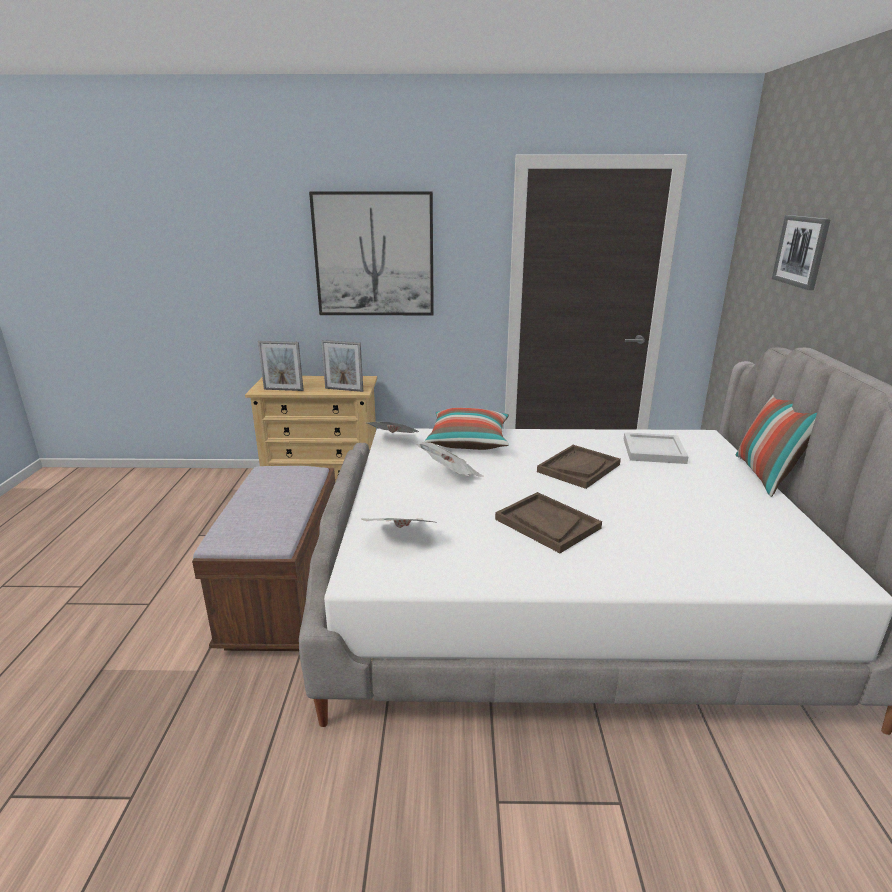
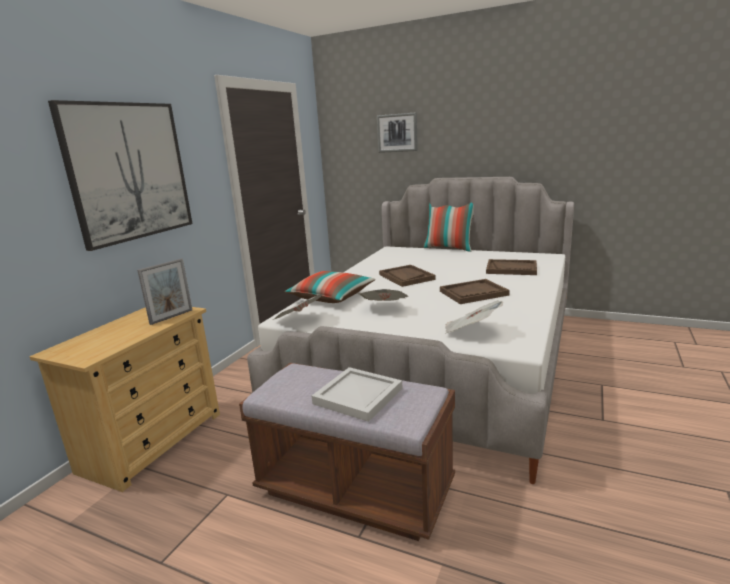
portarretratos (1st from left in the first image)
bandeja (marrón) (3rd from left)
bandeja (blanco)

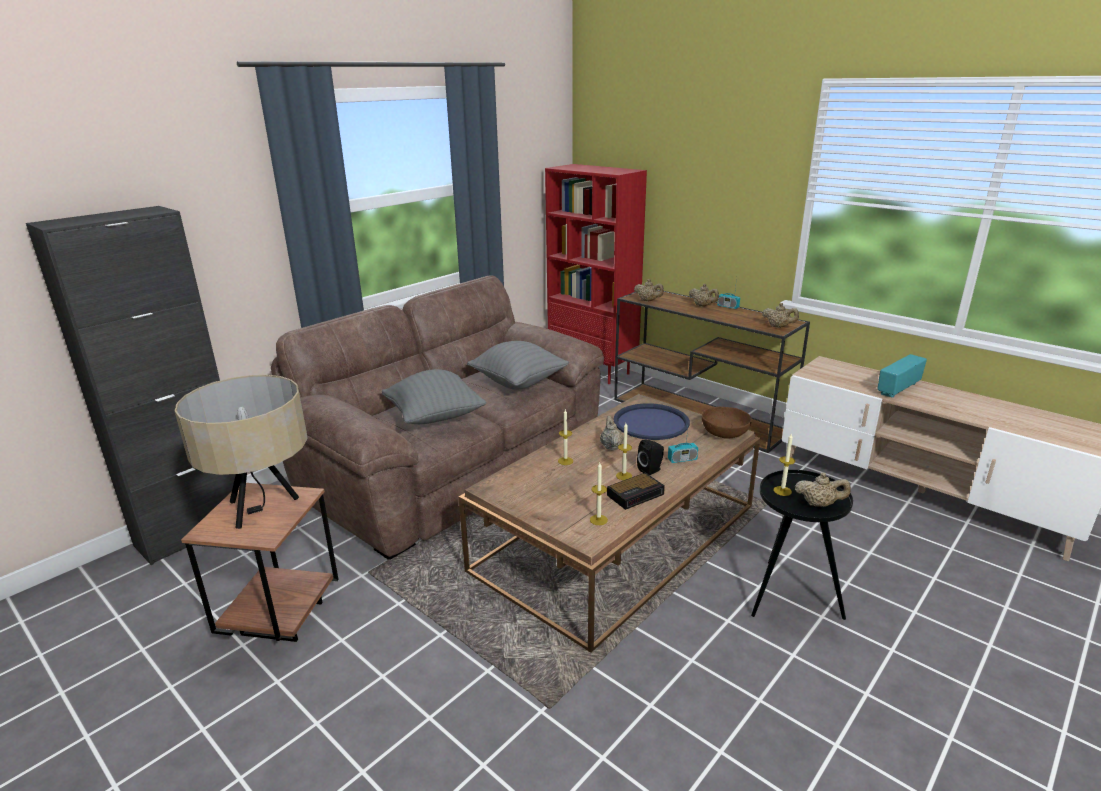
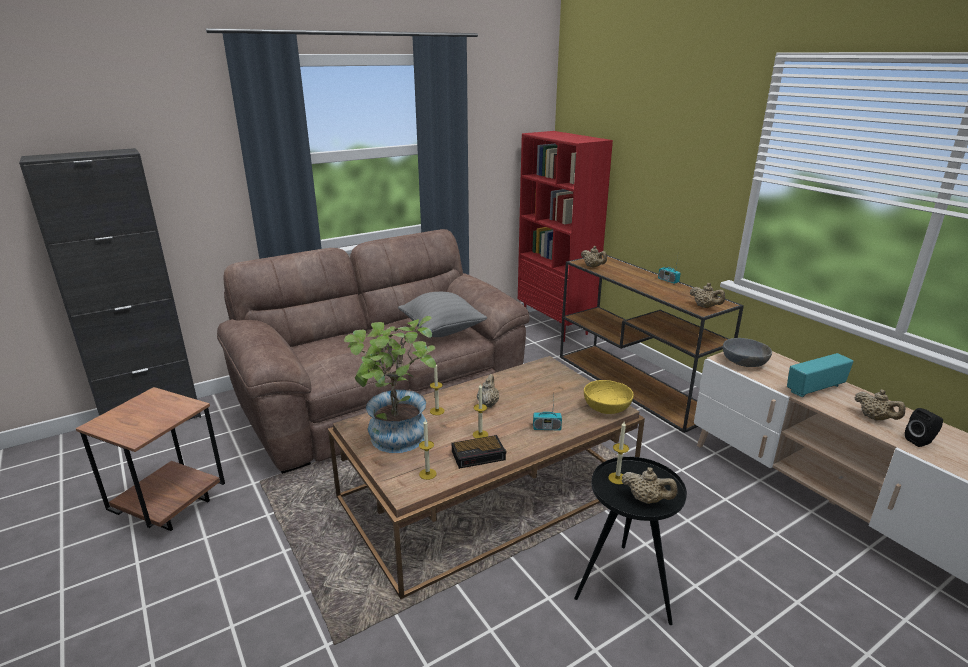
lámpara de mesa (beis)
cojín (gris) (1st from left in the first image)
bandeja (azul)
planta en maceta
cuenco (gris)
altavoz (negro)
tetera (beis) (5th from left)
cuenco (amarillo)

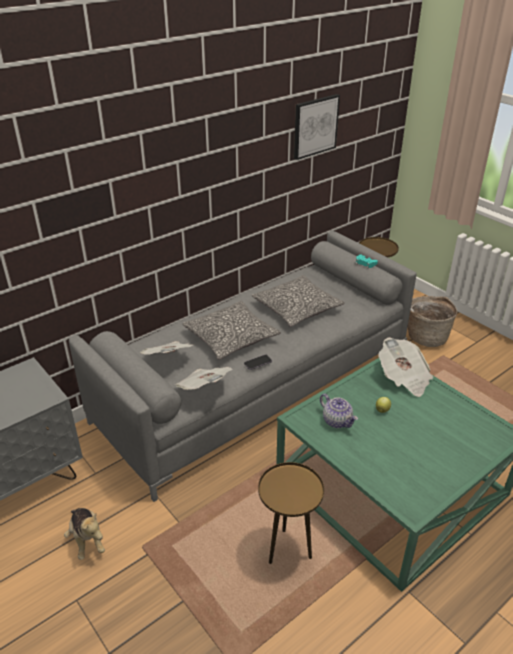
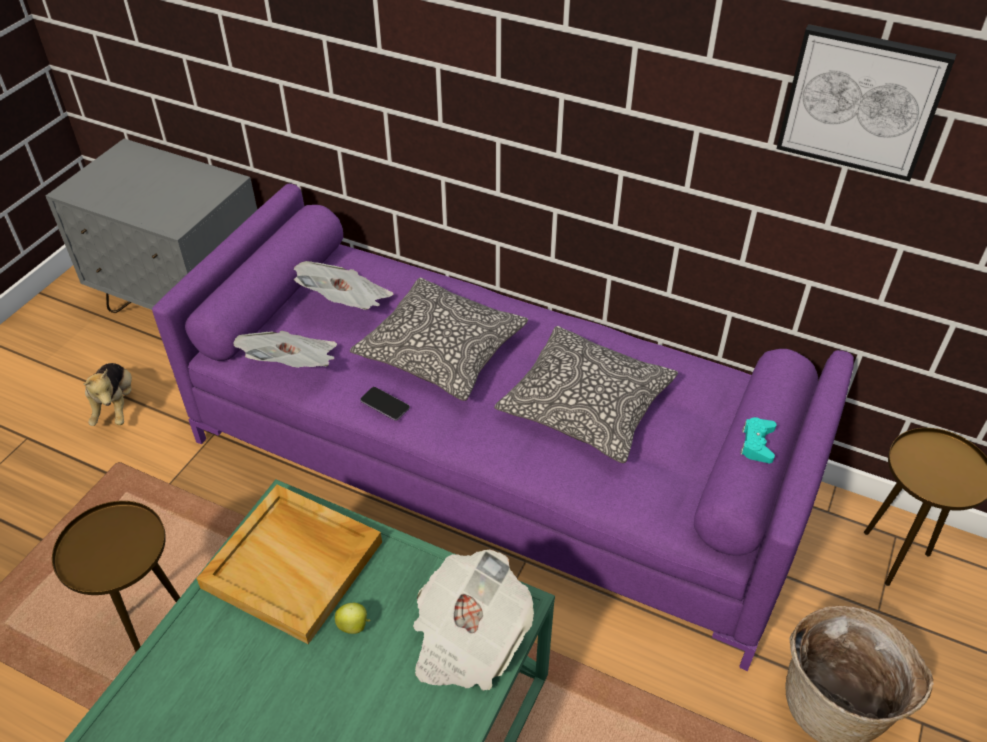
bandeja (beis)
sofá (morado)
peluche

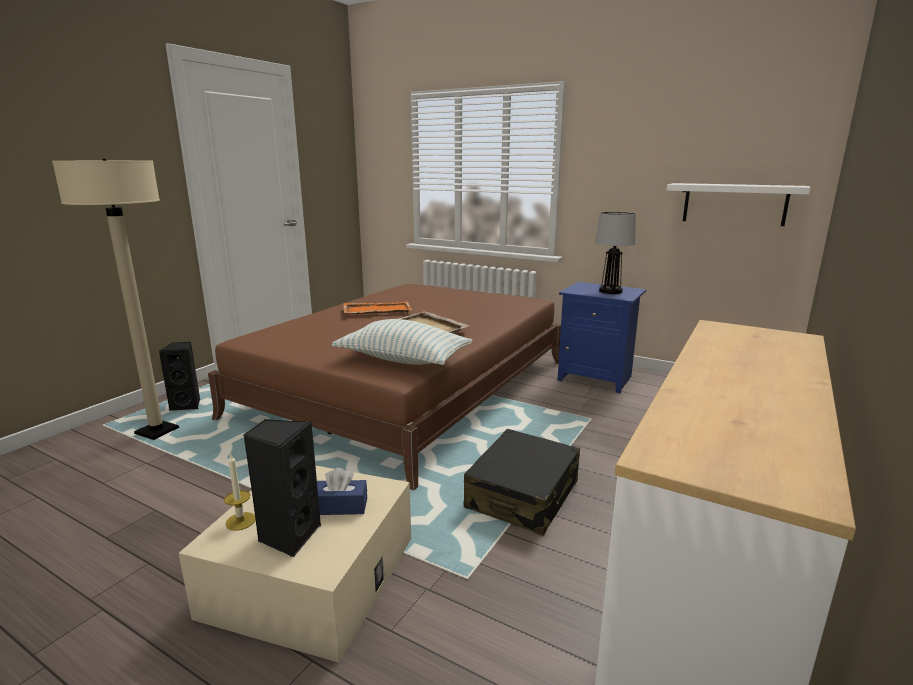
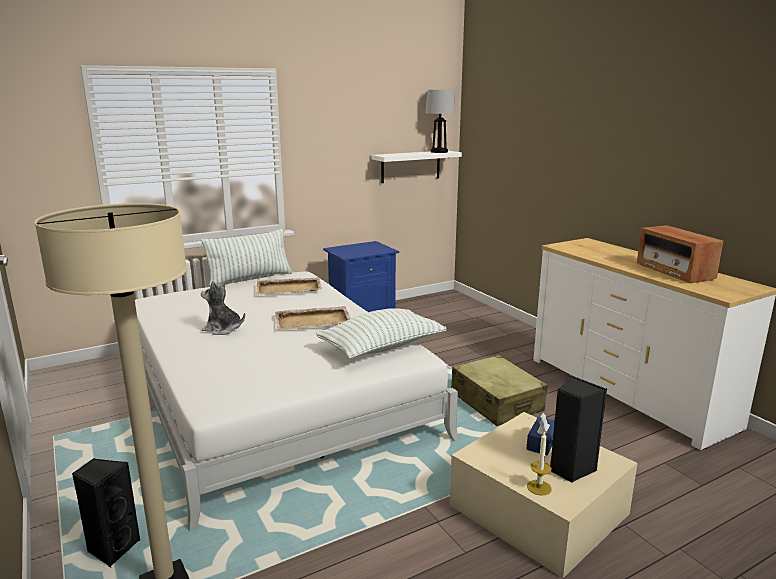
cojín (1st from left)
bandeja (beis) (1st from left)
radio
lámpara de mesa
peluche
cama (blanco)
maleta (beis)

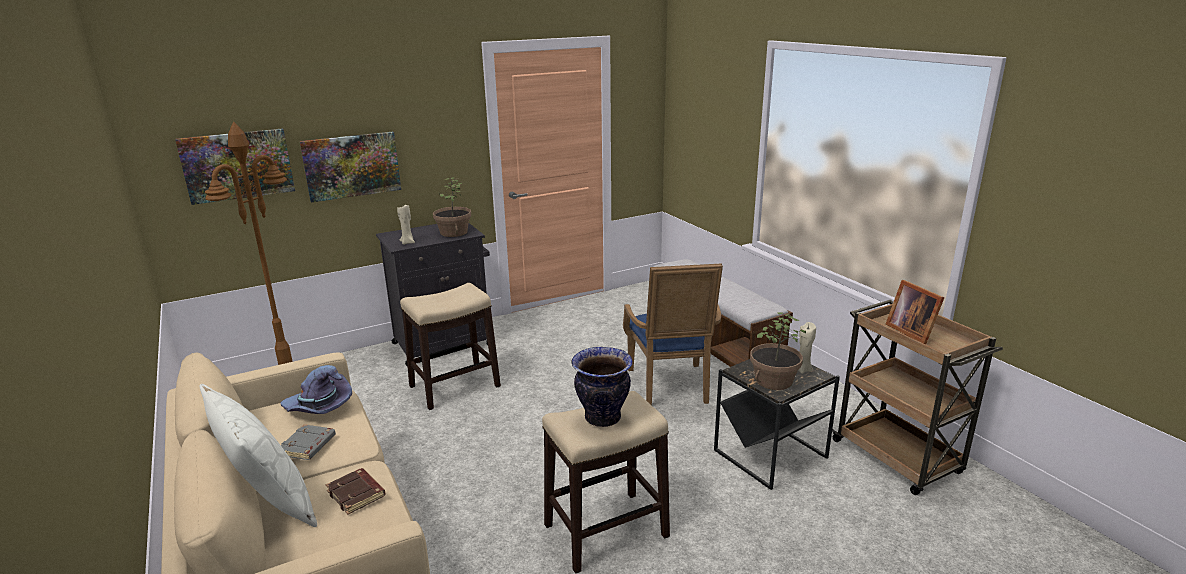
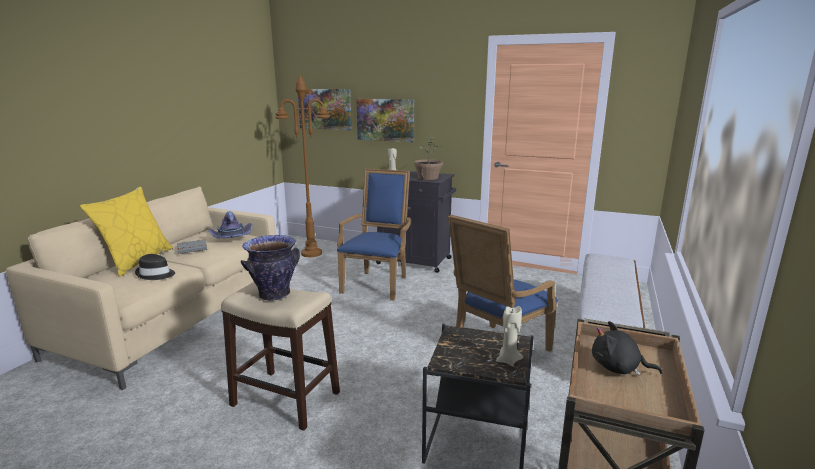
planta en maceta (2nd from left in the first image)
sombrero (negro)
sillón (azul) (1st from left)
peluche (negro)
cojín (amarillo)

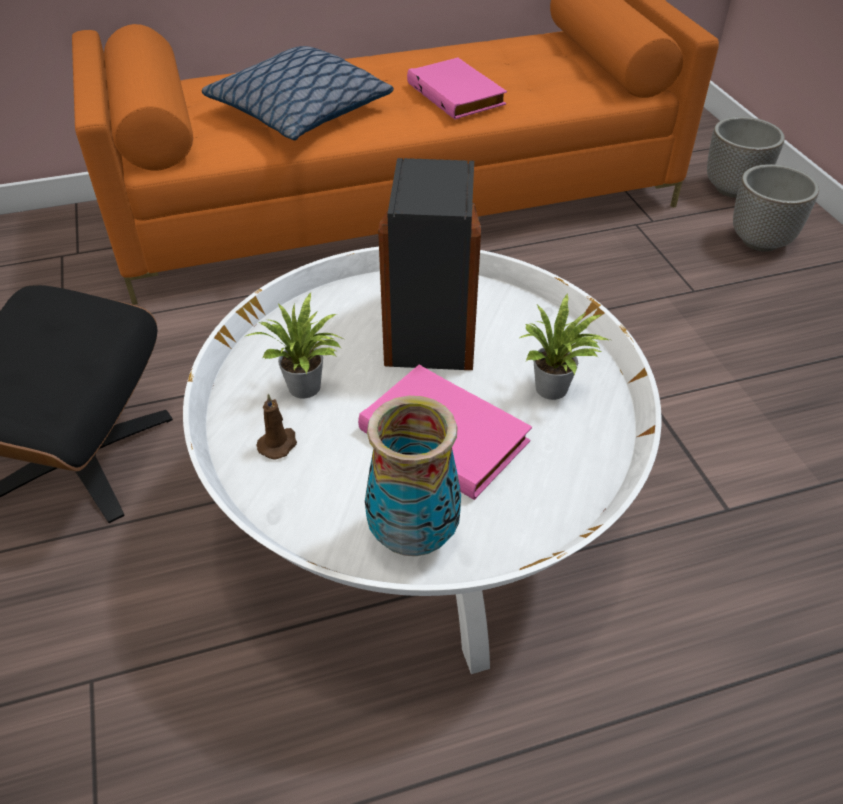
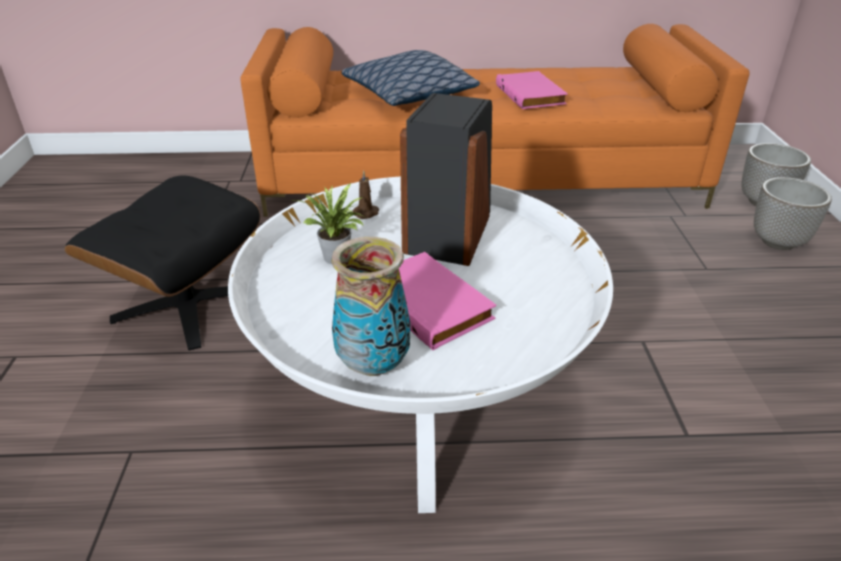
planta en maceta (2nd from left in the first image)
vela (marrón)

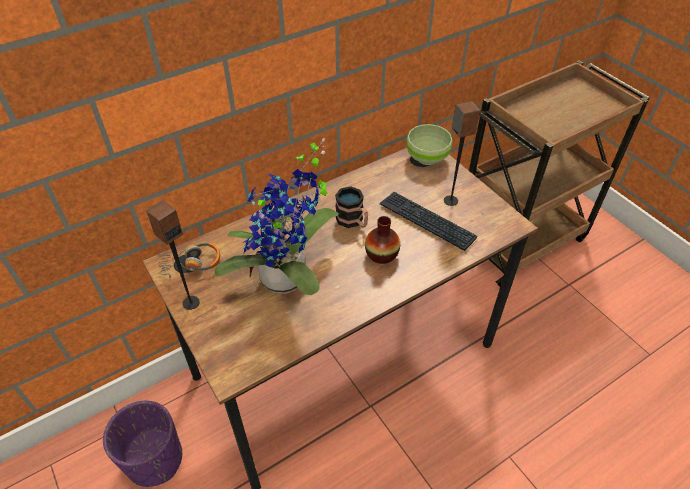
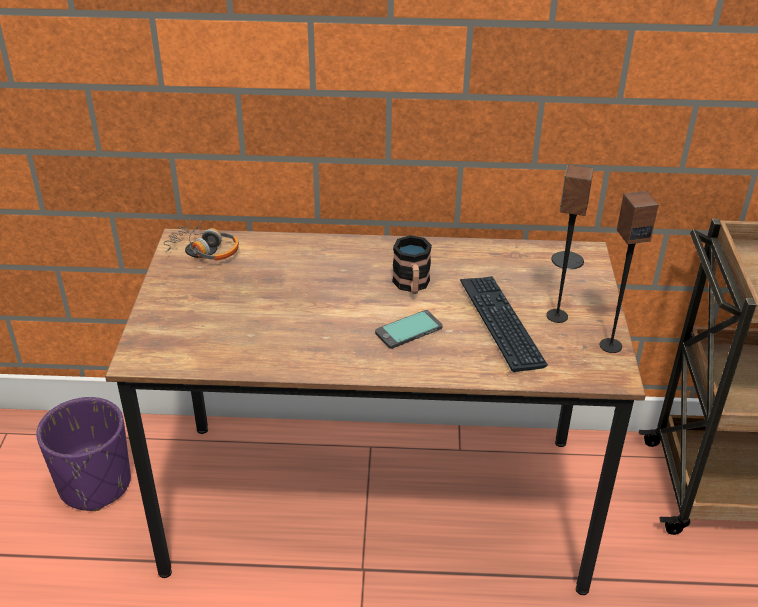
planta en maceta
cuenco (verde)
altavoz (2nd from left)
móvil

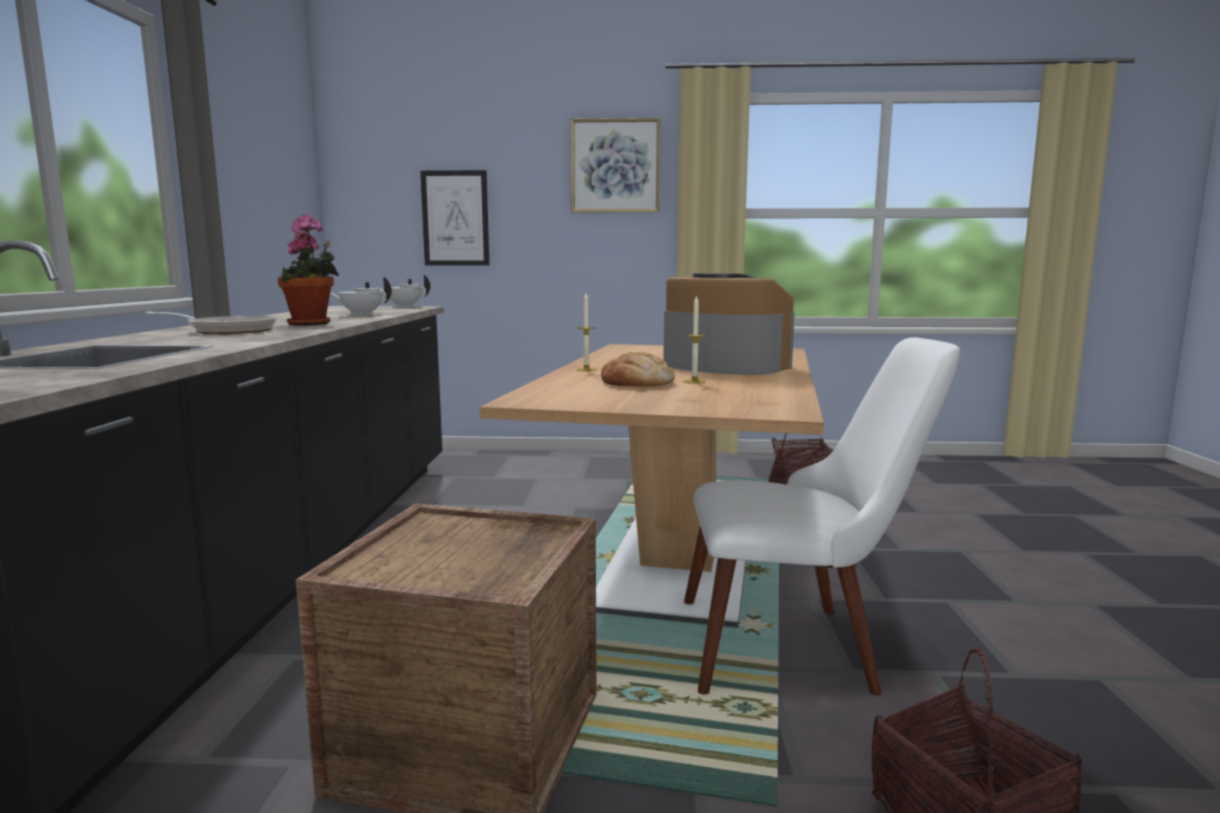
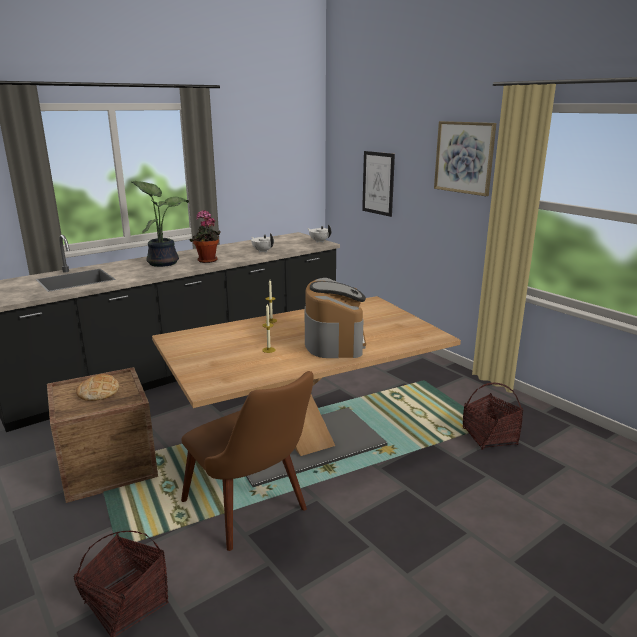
pan
planta en maceta (1st from left)
silla (marrón)

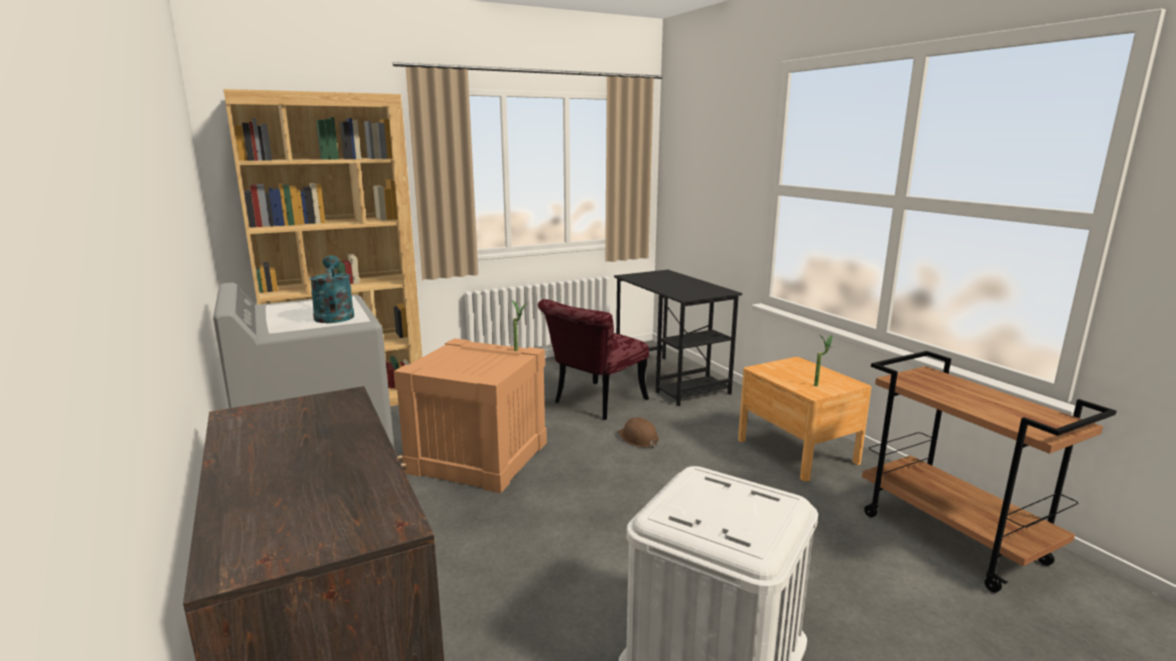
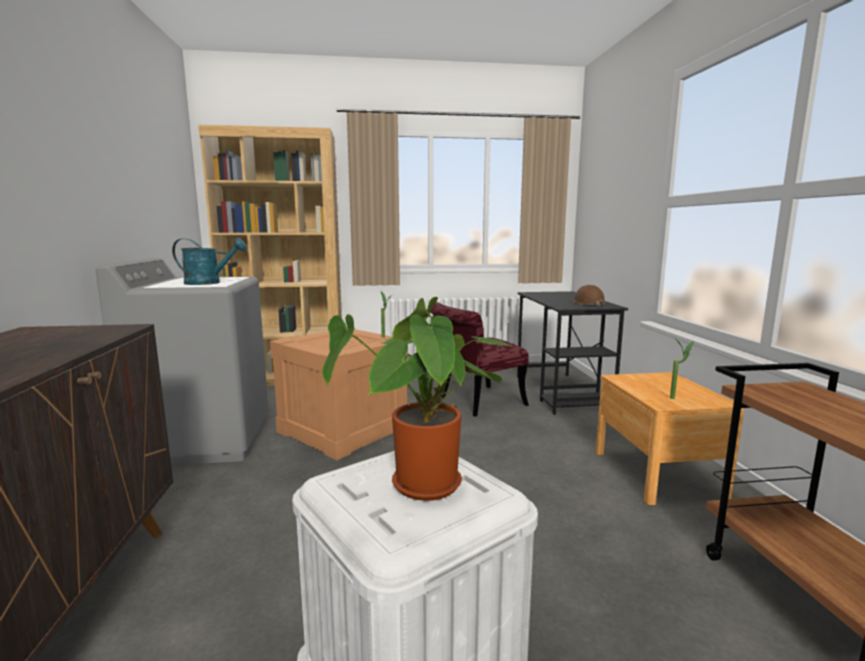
planta en maceta (2nd from left)
casco (marrón)
regadera (turquesa)

